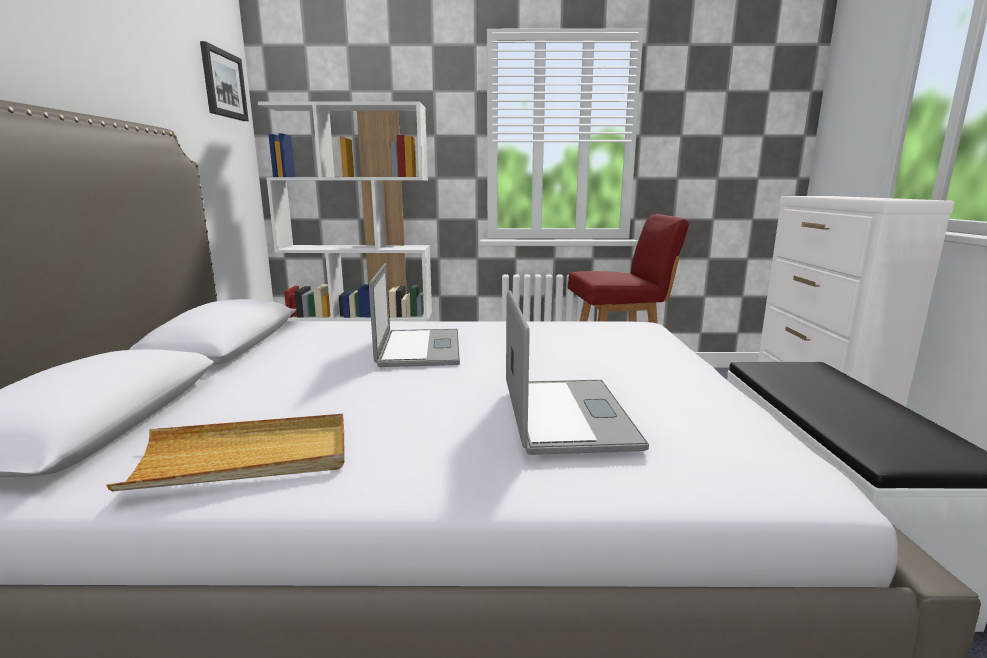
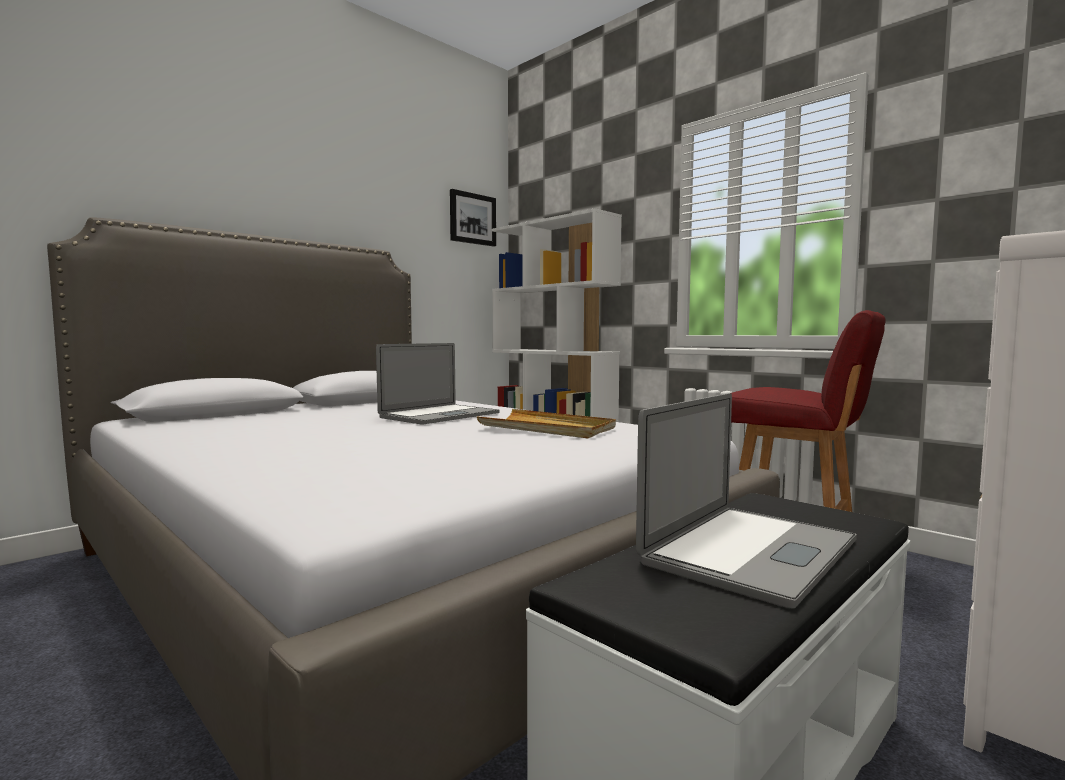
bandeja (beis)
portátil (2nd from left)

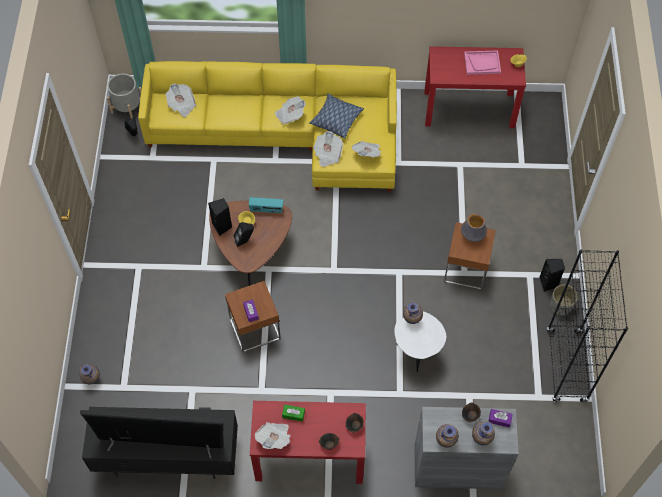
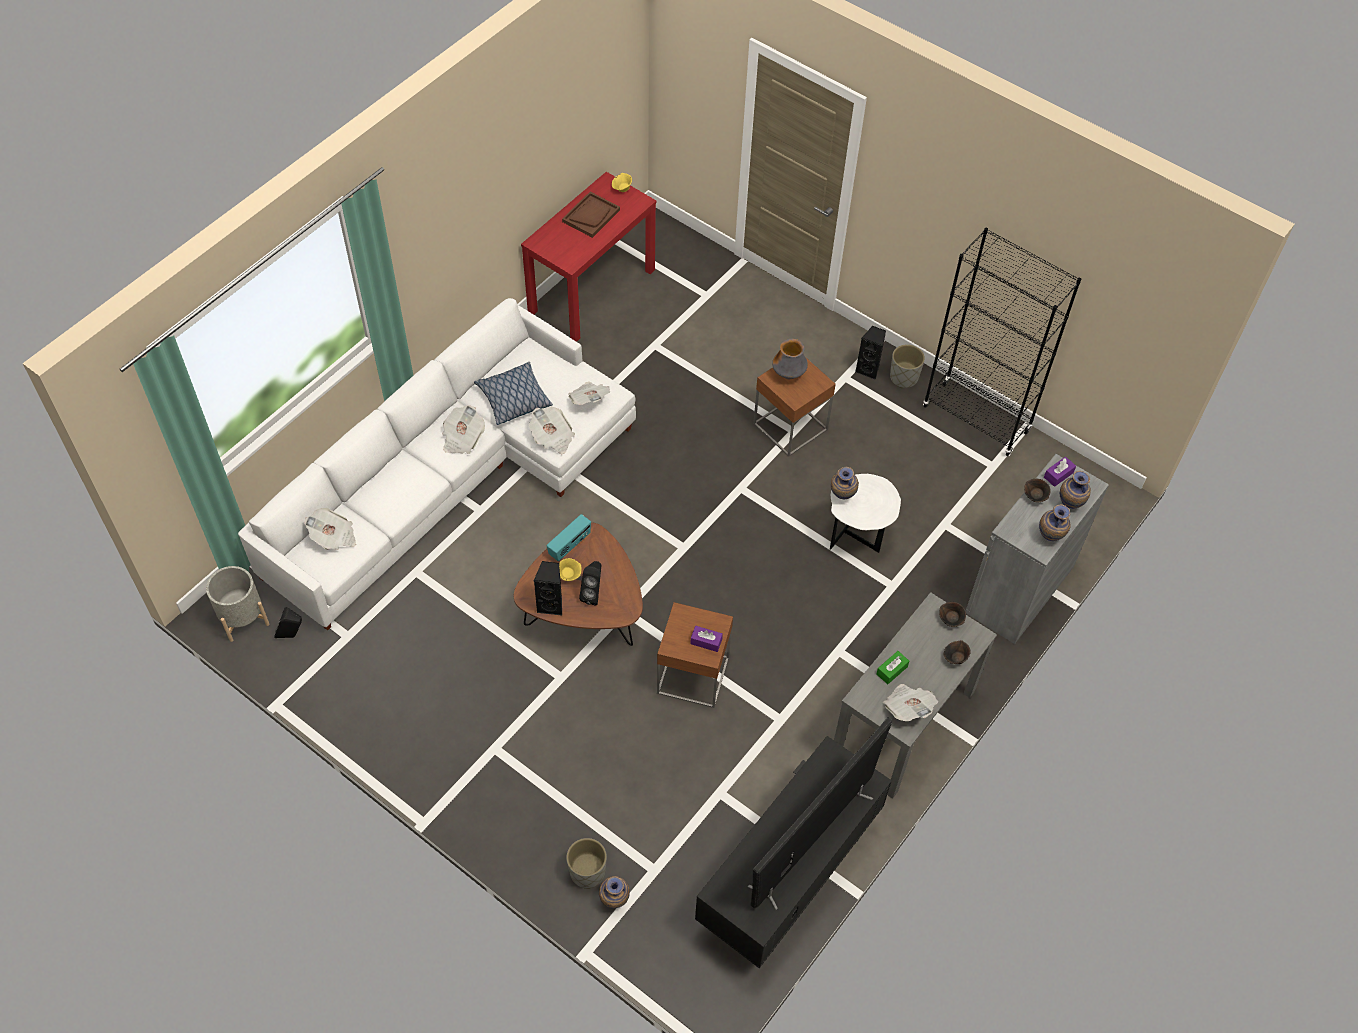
maceta (gris) (2nd from left)
sofá (blanco)
mesa consola (gris)
bandeja (marrón)

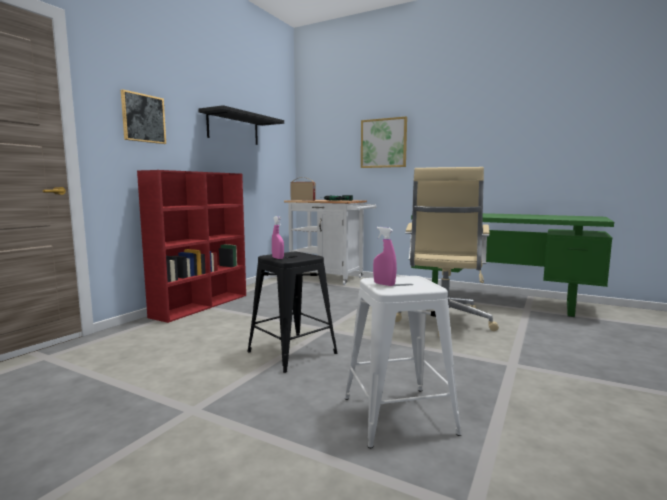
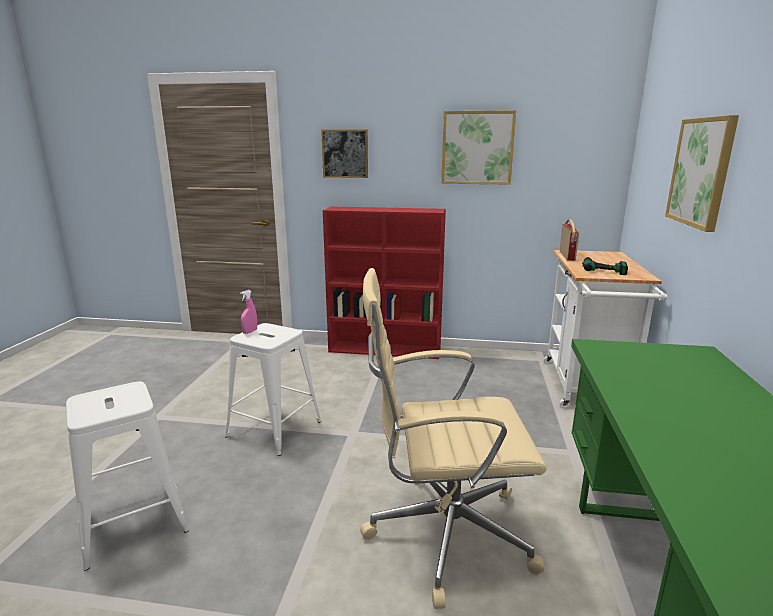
pulverizador (rosa) (2nd from left in the first image)
cuadro (2nd from left)
taburete (blanco) (2nd from left)

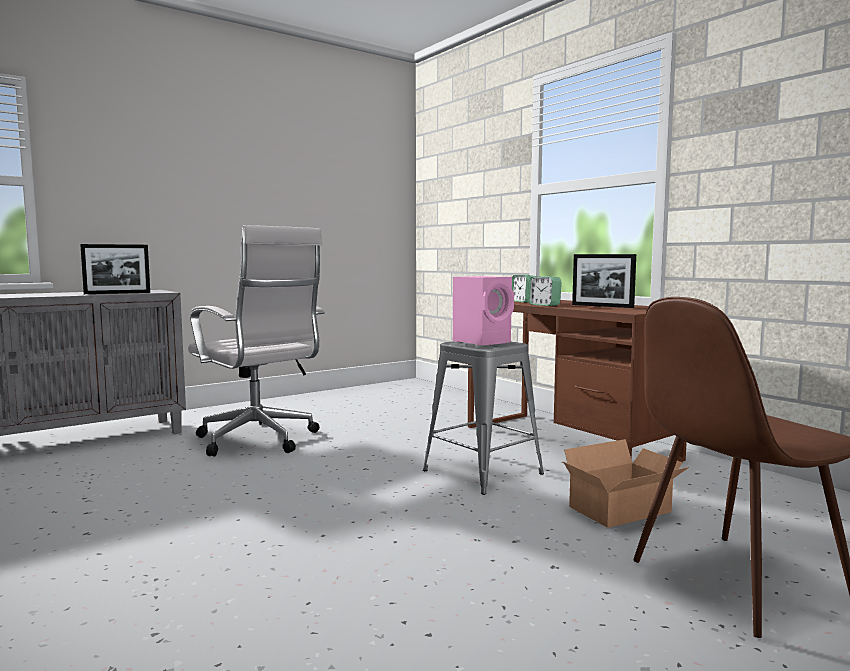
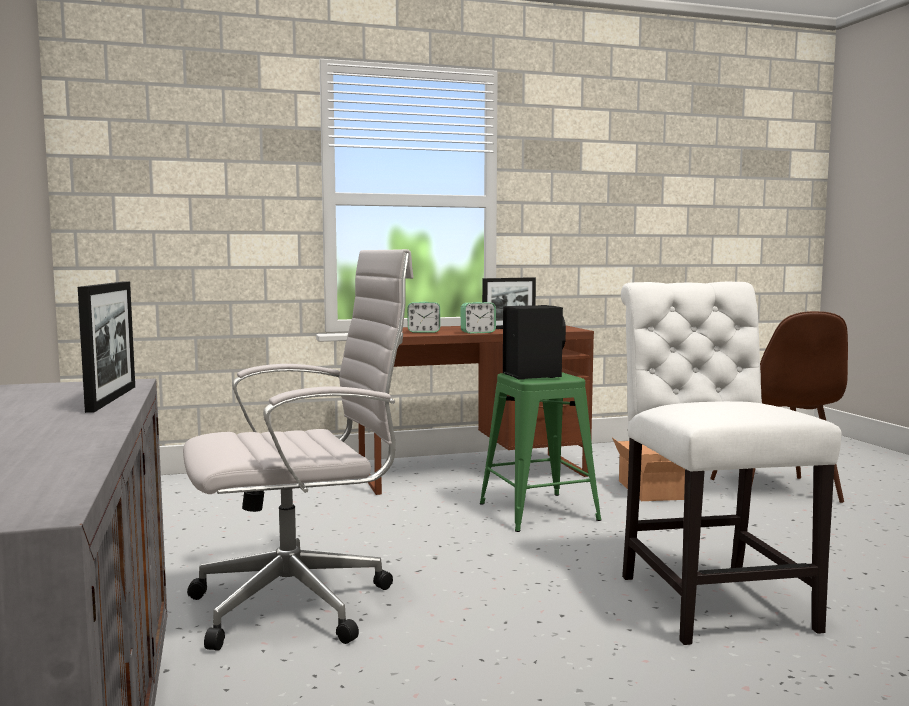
silla (blanco)
taburete (verde)
altavoz (negro)

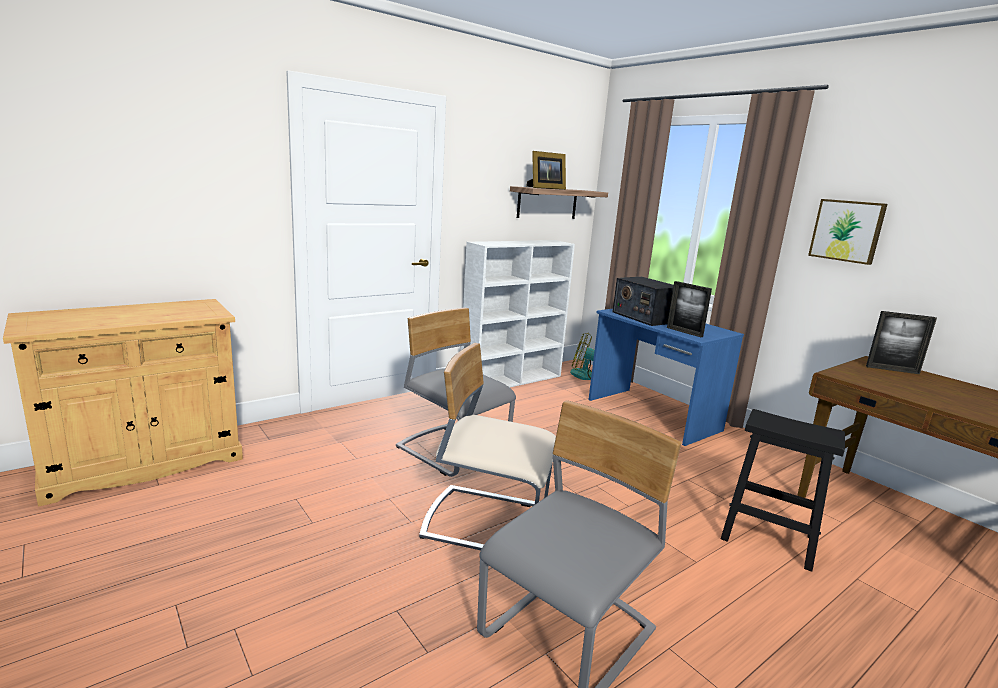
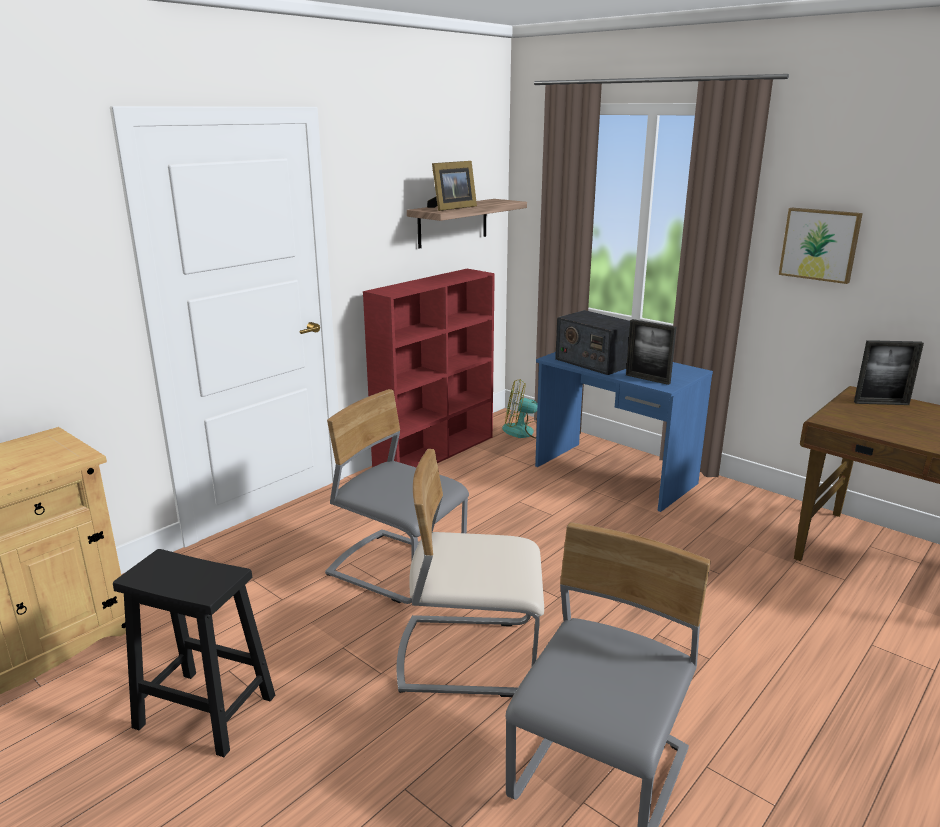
taburete (negro)
estantería (rojo)

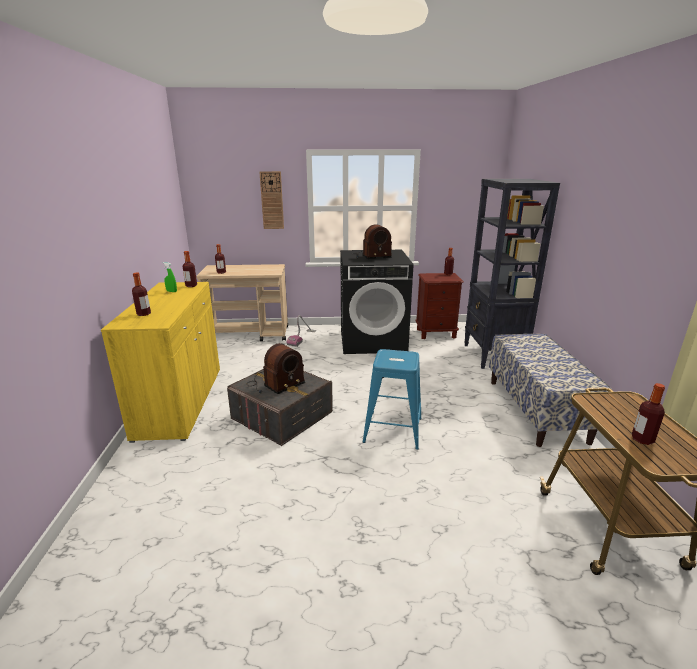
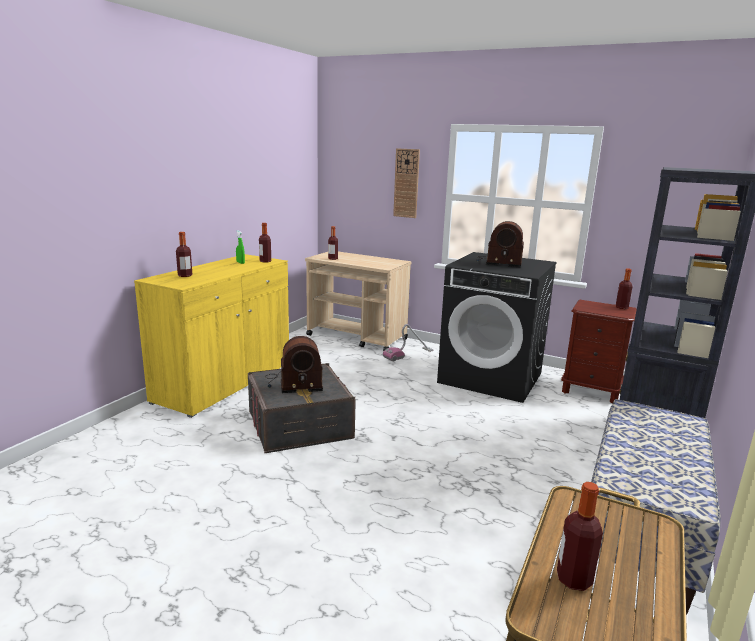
taburete (azul)

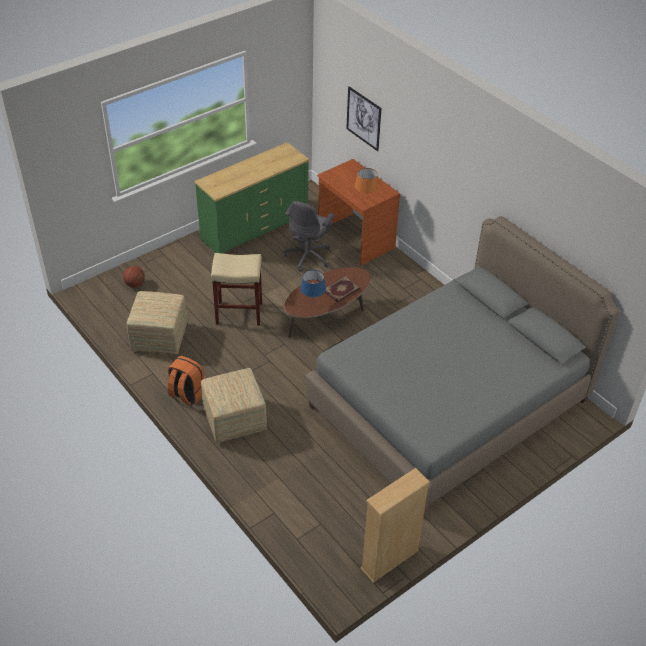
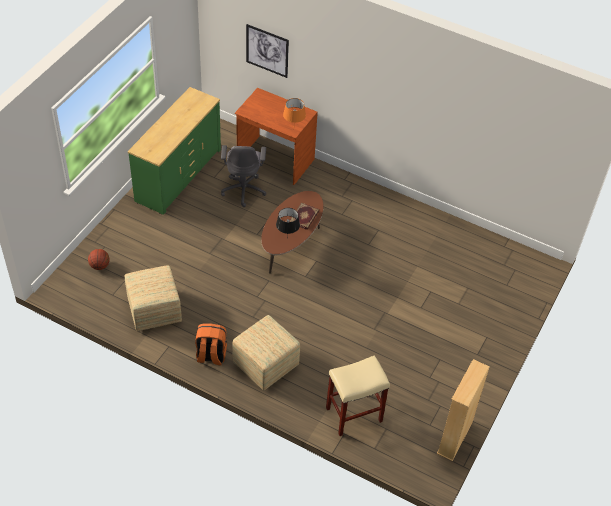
cama (gris)
taburete (beis)
lámpara de mesa (negro)

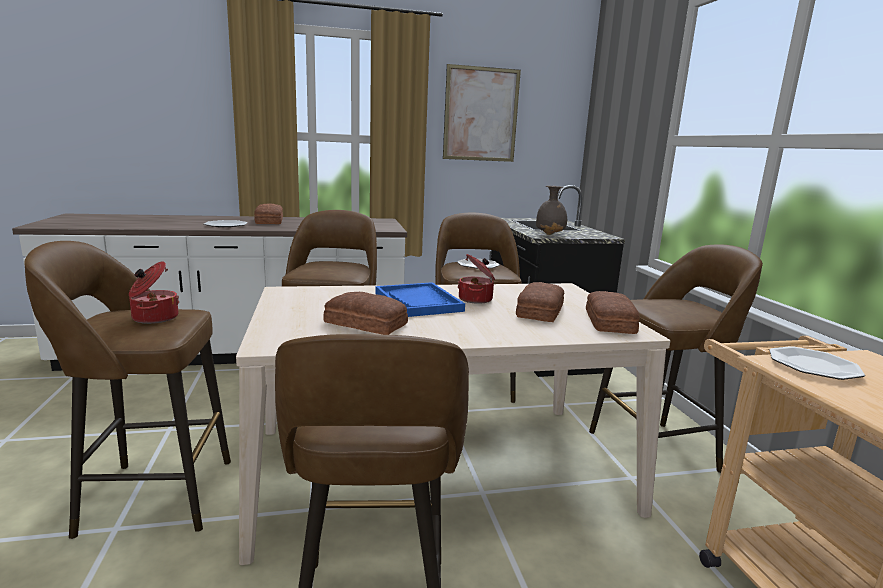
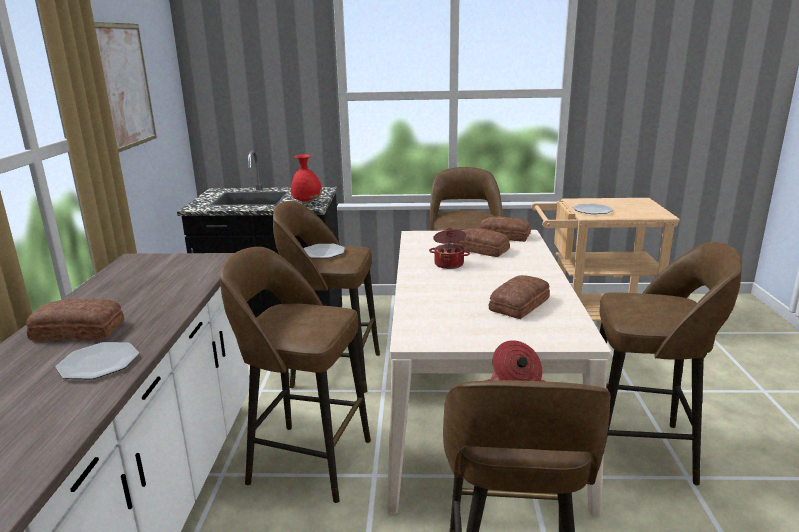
bandeja (azul)
florero (rojo)

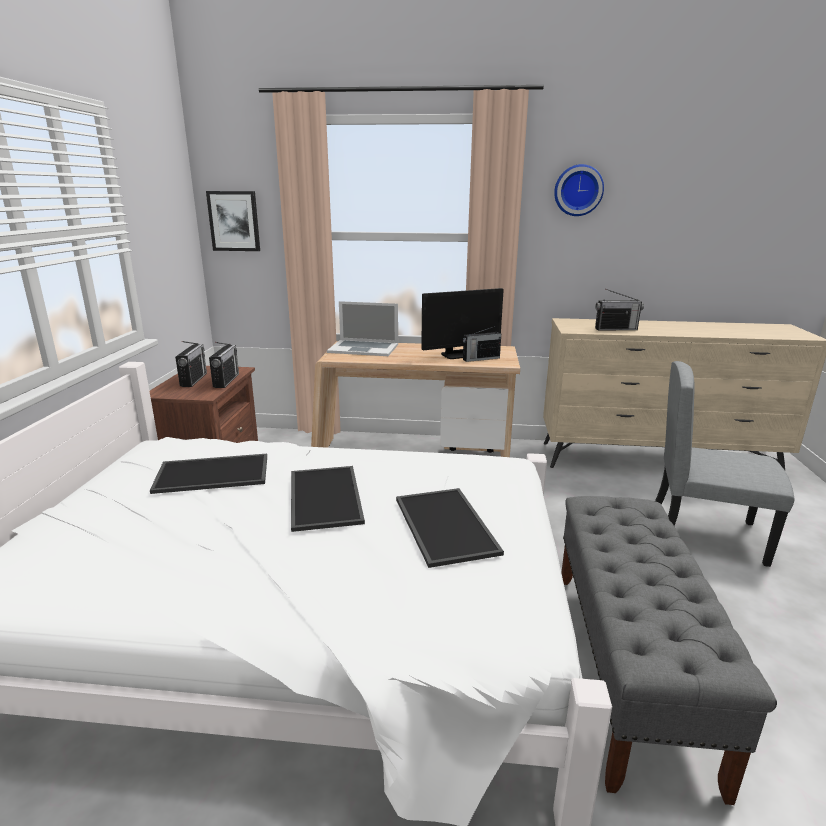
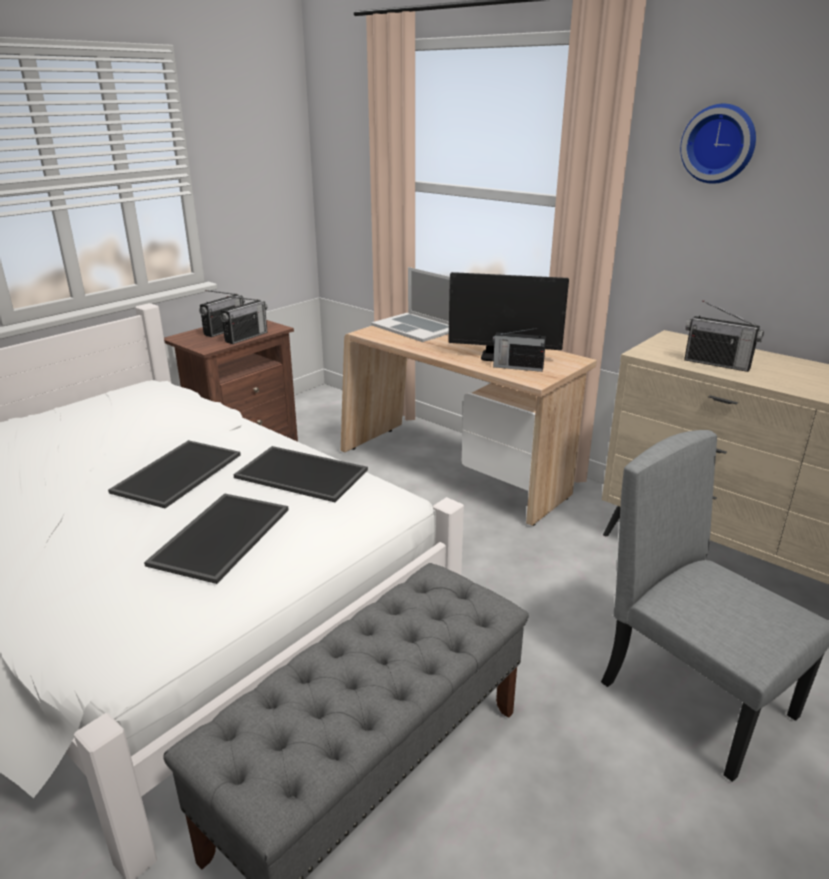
cuadro
bandeja (3rd from left)

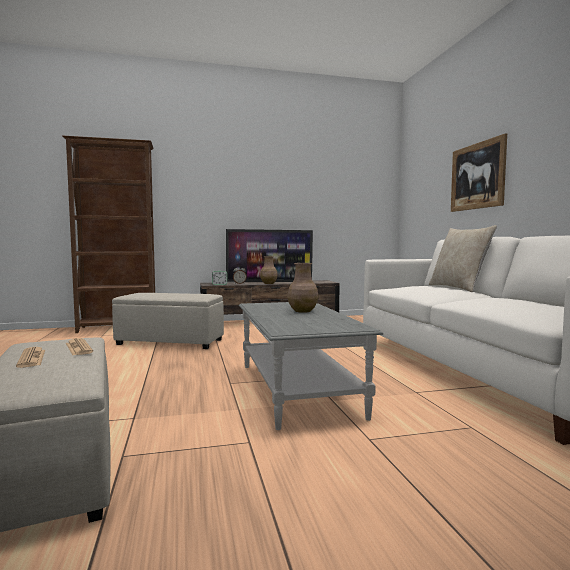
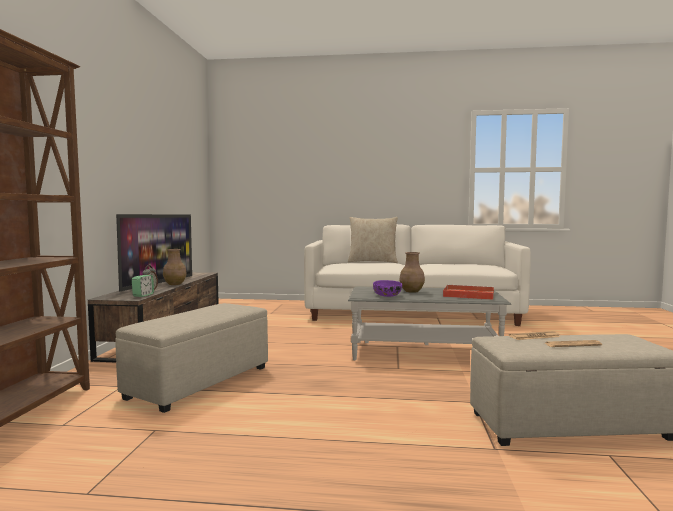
cuadro
cuenco (morado)
bandeja (rojo)

